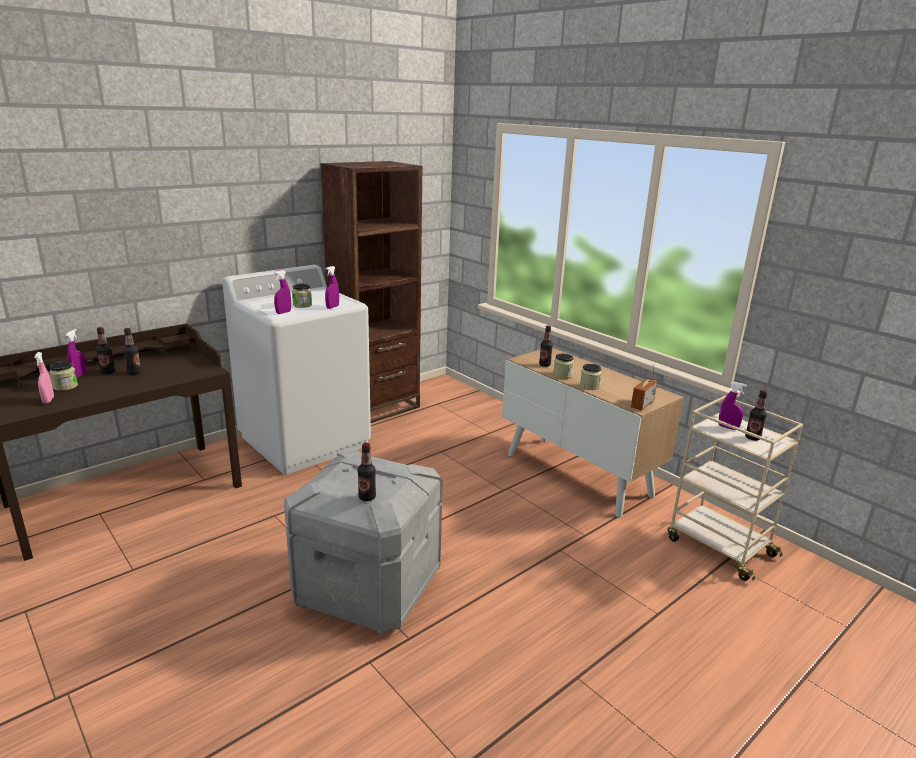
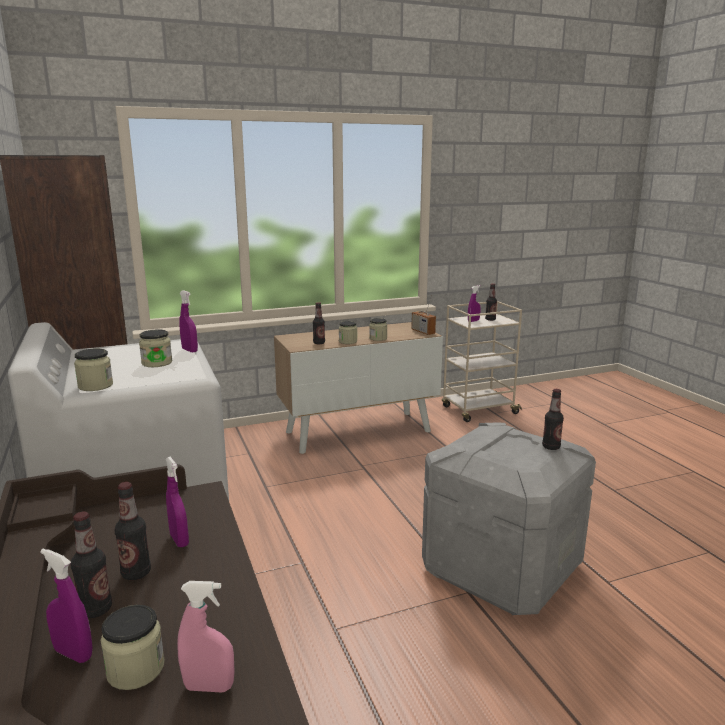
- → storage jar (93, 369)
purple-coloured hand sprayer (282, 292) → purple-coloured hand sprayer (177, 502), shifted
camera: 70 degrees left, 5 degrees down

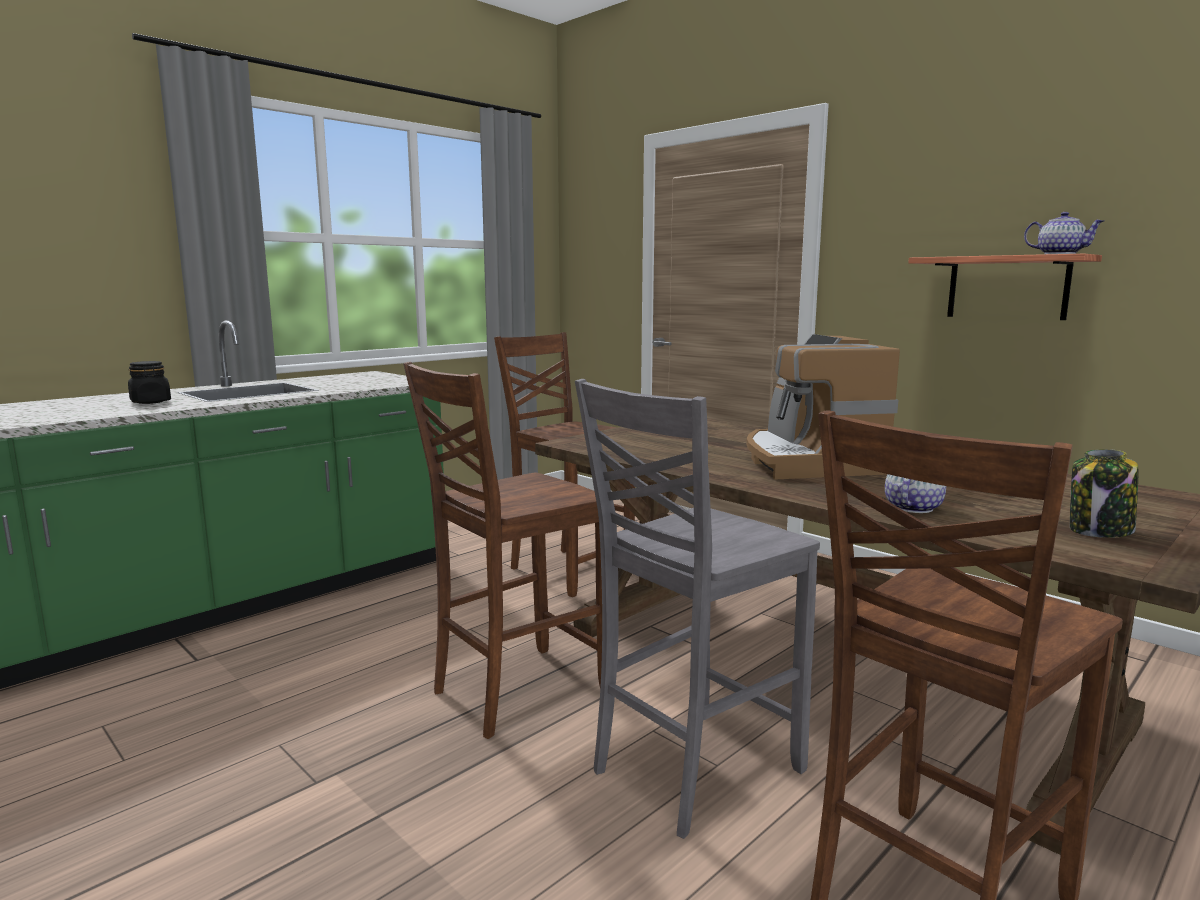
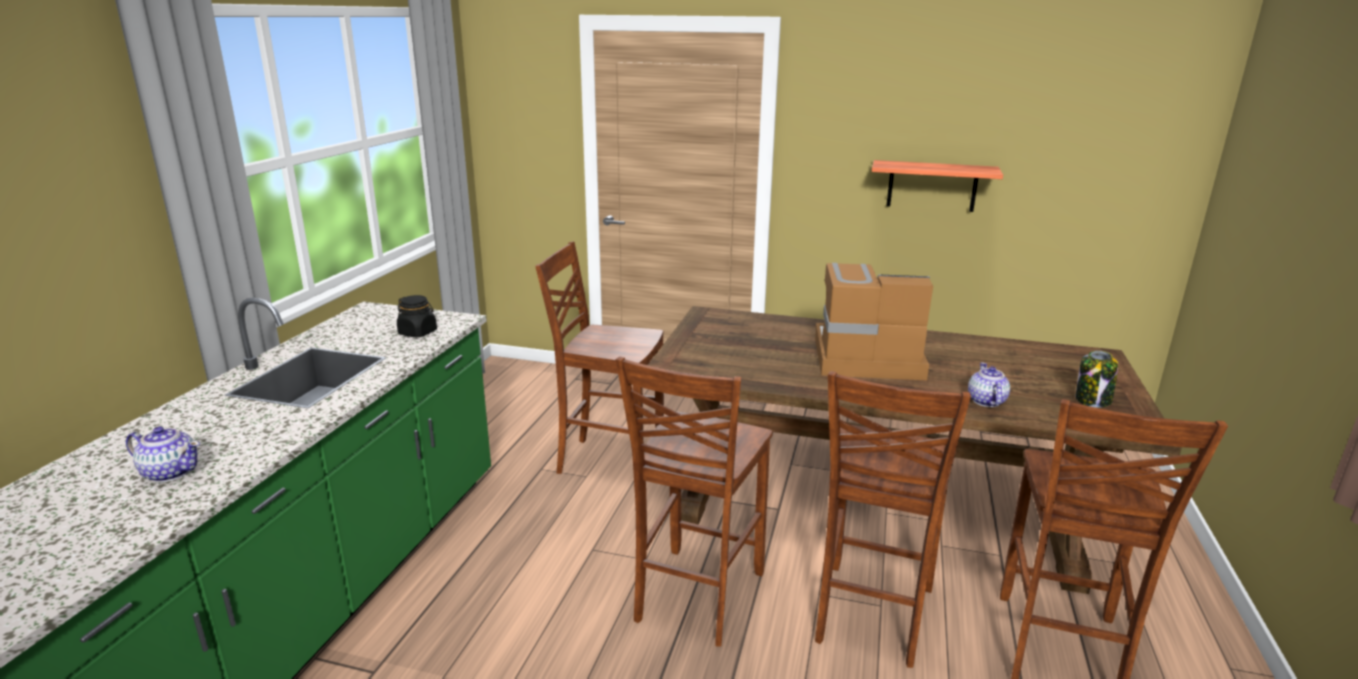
black storage jar (149, 382) → black storage jar (417, 316), shifted
tea pot (1064, 233) → tea pot (163, 454), shifted
grey chair (697, 609) → brownish chair (893, 519)
coffee machine (823, 407) → coffee machine (874, 321), 135 degrees clockwise
camera: 30 degrees left, 10 degrees up

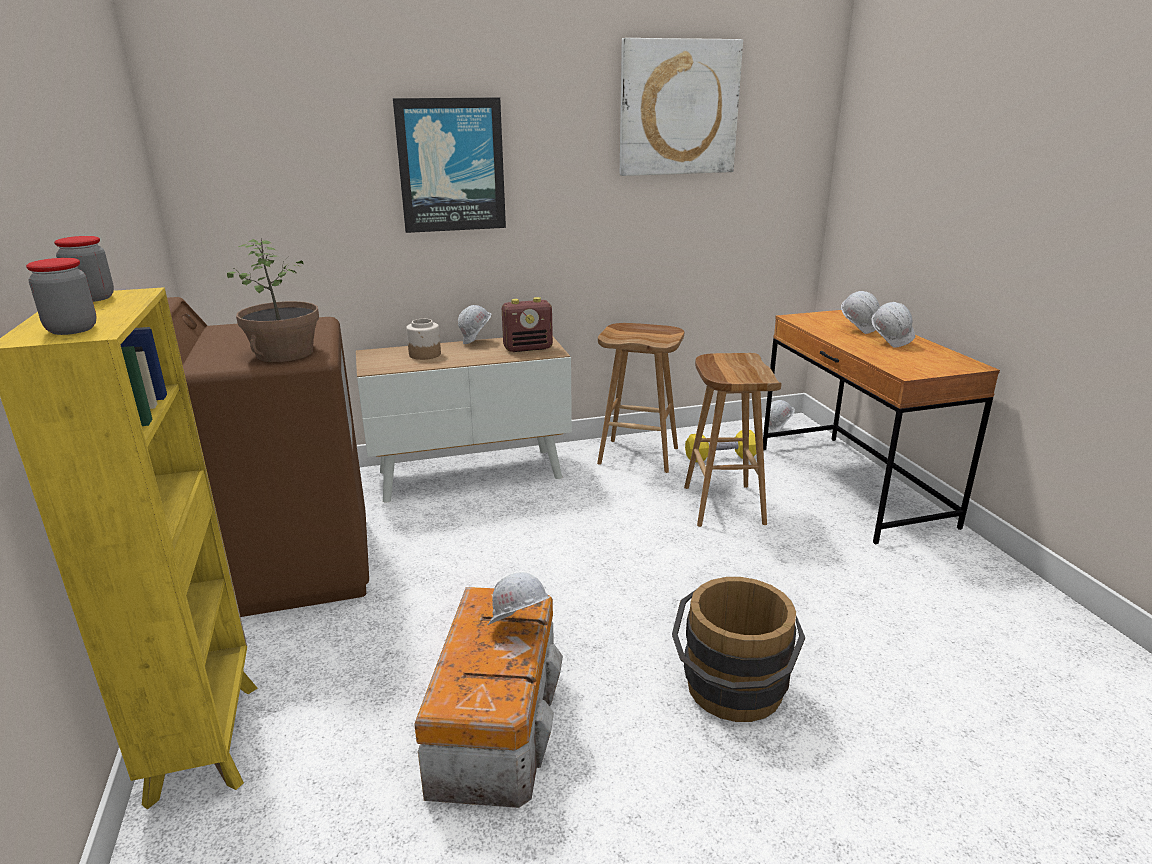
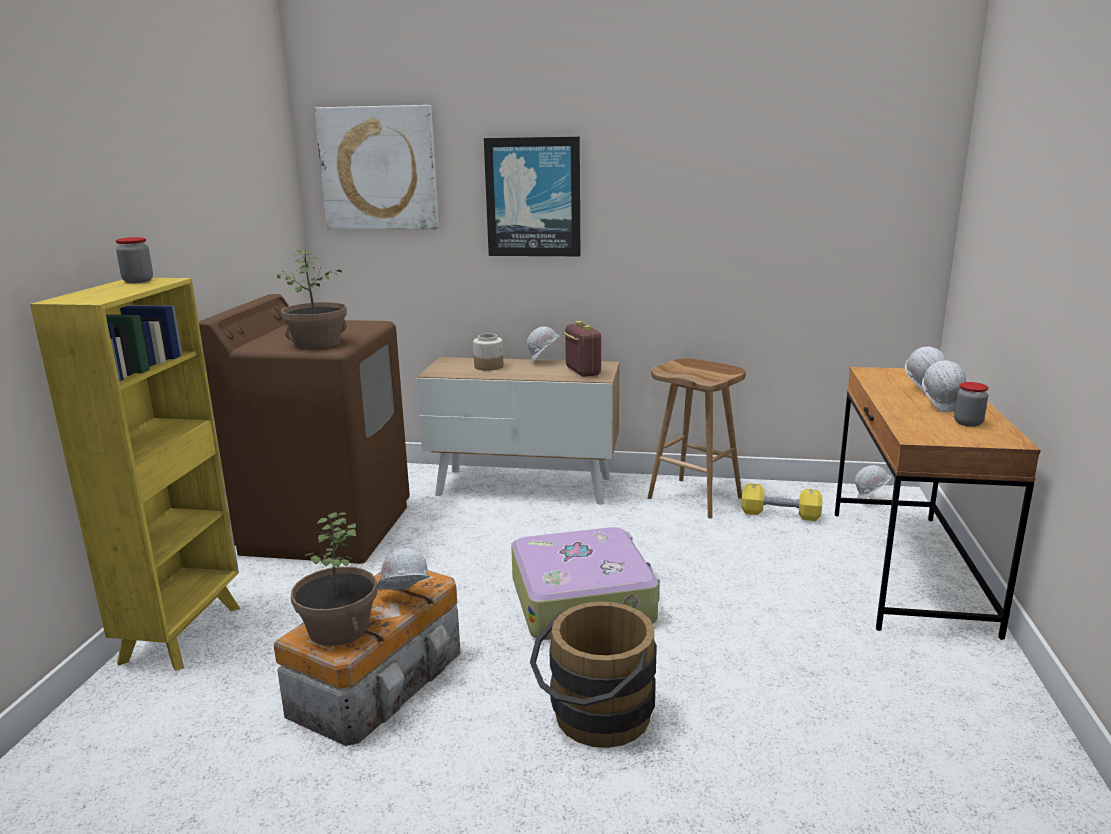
brownish sitting stool (733, 440) → -
- → plant in a pot (334, 579)
- → suitcase (585, 583)
storage jar (61, 296) → storage jar (971, 404), shifted
wall art (681, 107) → wall art (376, 167), shifted
radio (527, 324) → radio (582, 349), 120 degrees counterclockwise
camera: 25 degrees right, 5 degrees down

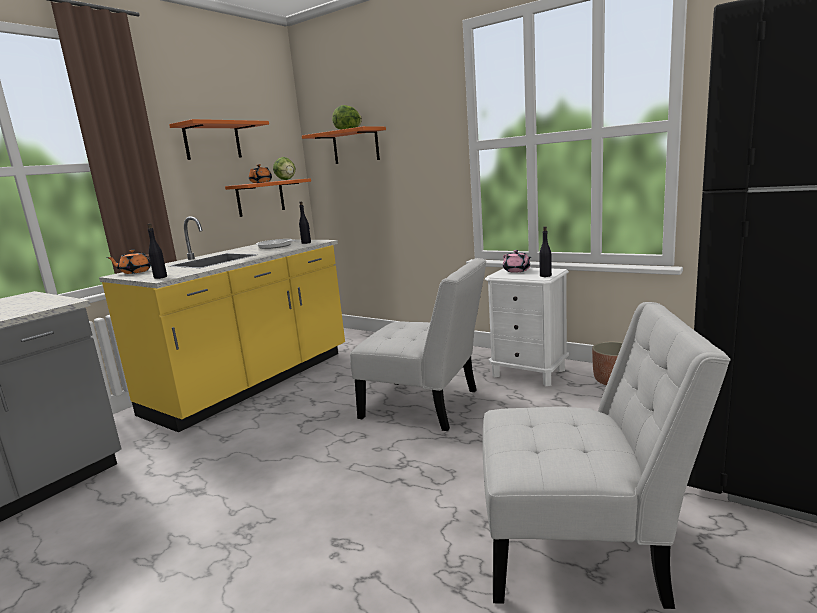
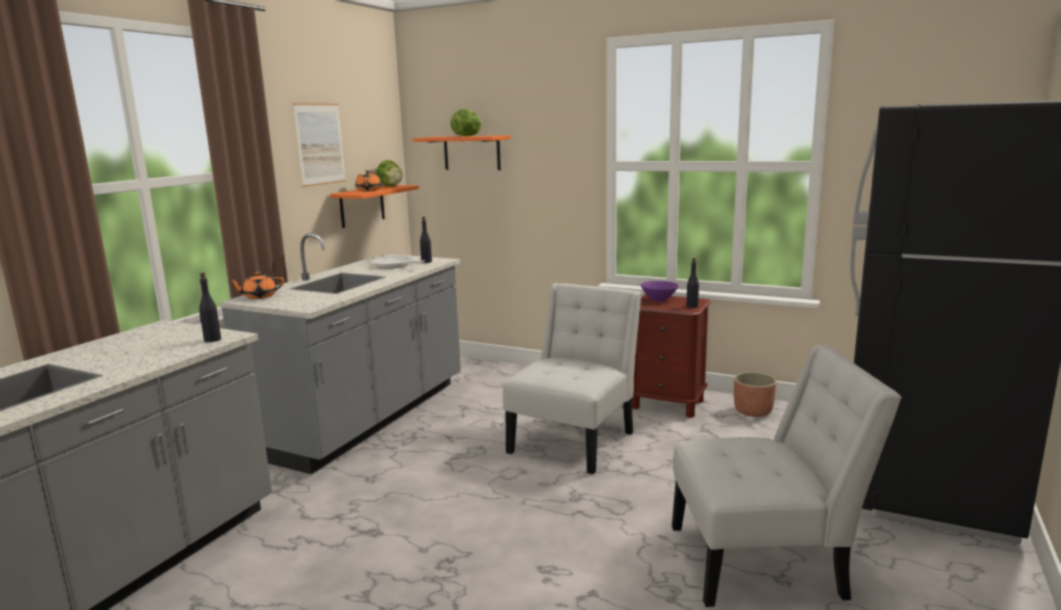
black bottle (157, 251) → black bottle (210, 307), shifted
orangey bracket shelf (219, 139) → wall art (319, 145)
pinkish tea pot (517, 261) → purple-coloured bowl (660, 291)
yellow counter (222, 325) → grey counter (340, 353)
whitish bedside table (527, 327) → brownish bedside table (671, 356)
whitish chair (418, 344) → whitish chair (572, 378), 75 degrees counterclockwise
camera: 10 degrees left, 0 degrees up

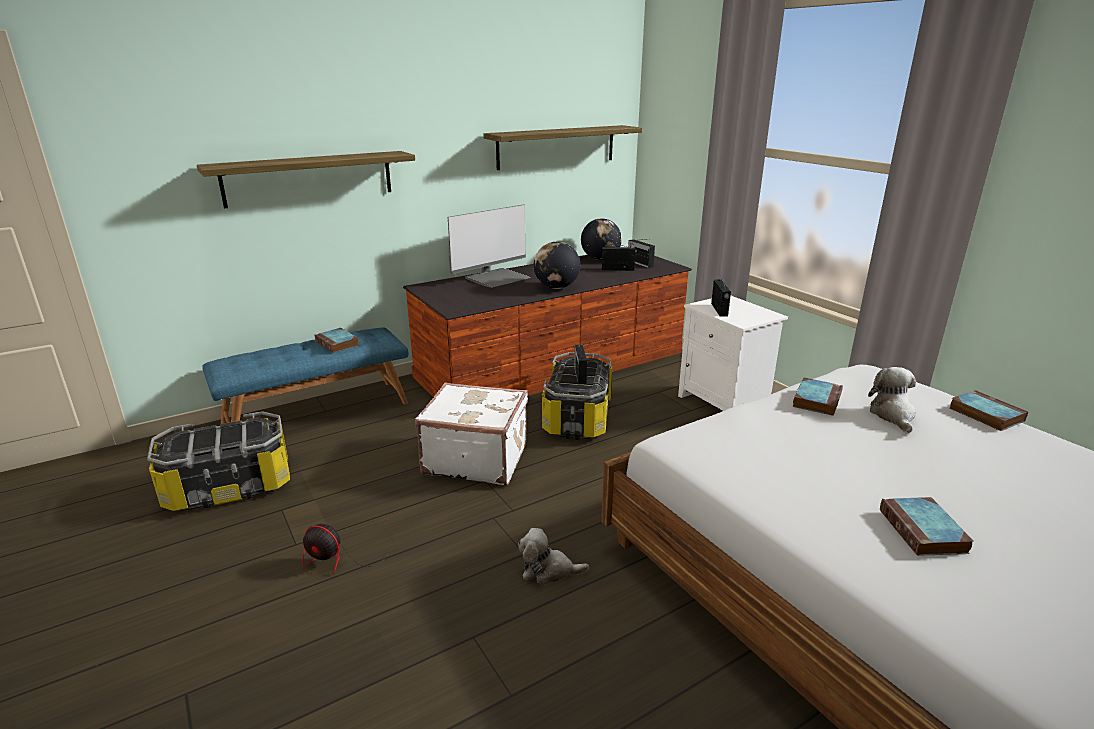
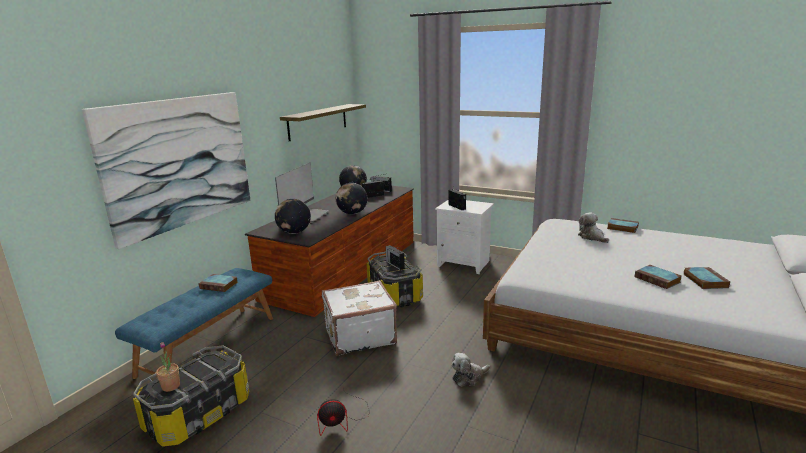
- → plant in a pot (168, 367)
- → world globe (293, 216)
book (818, 396) → book (706, 278), shifted
bracket shelf (306, 179) → wall art (166, 170)
camera: 30 degrees left, 5 degrees down

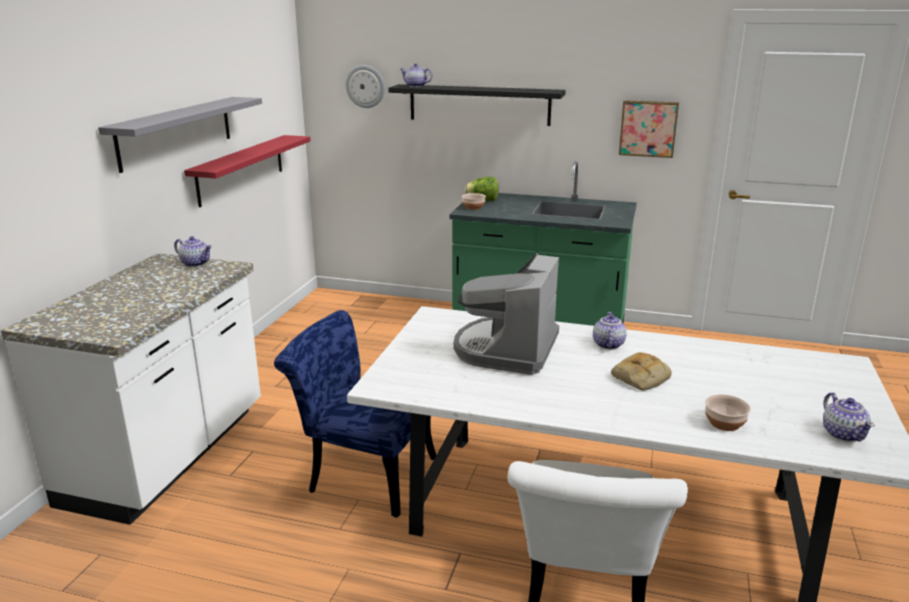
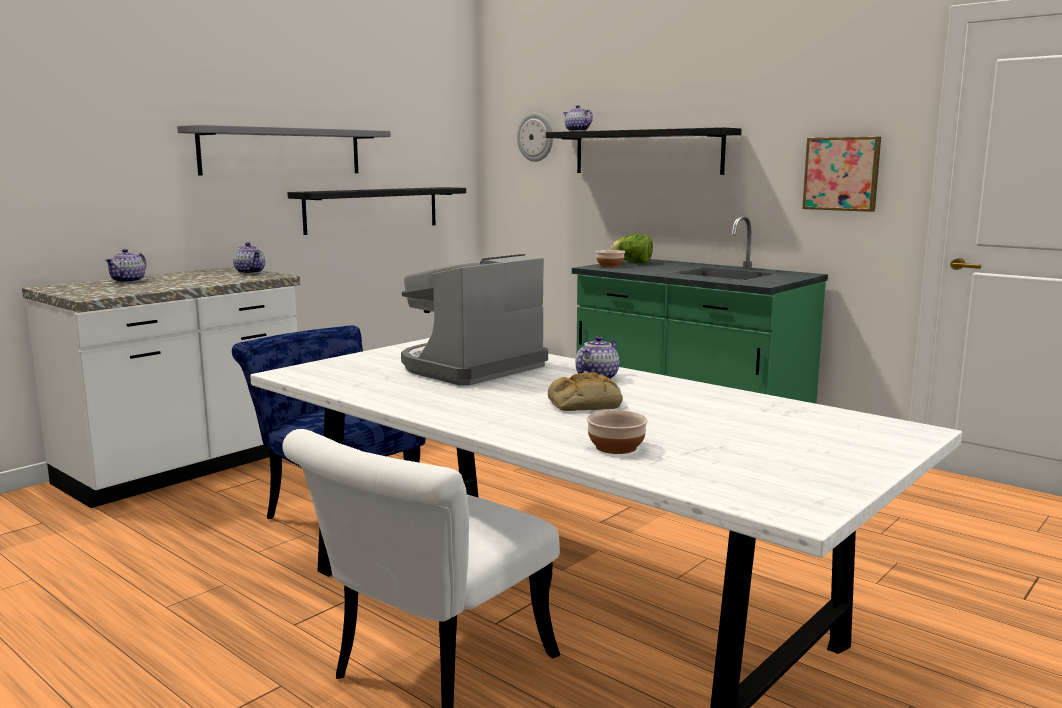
tea pot (849, 417) → tea pot (125, 266), shifted
red bracket shelf (247, 171) → black bracket shelf (377, 211)
camera: 25 degrees right, 10 degrees down

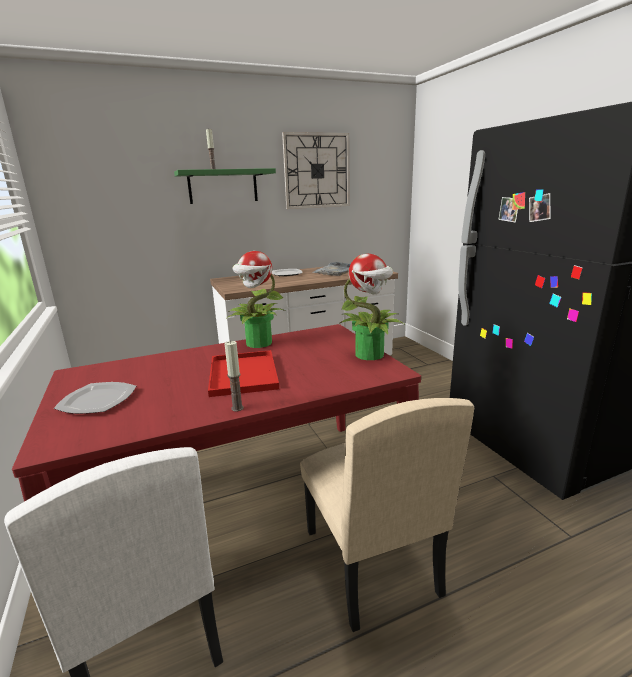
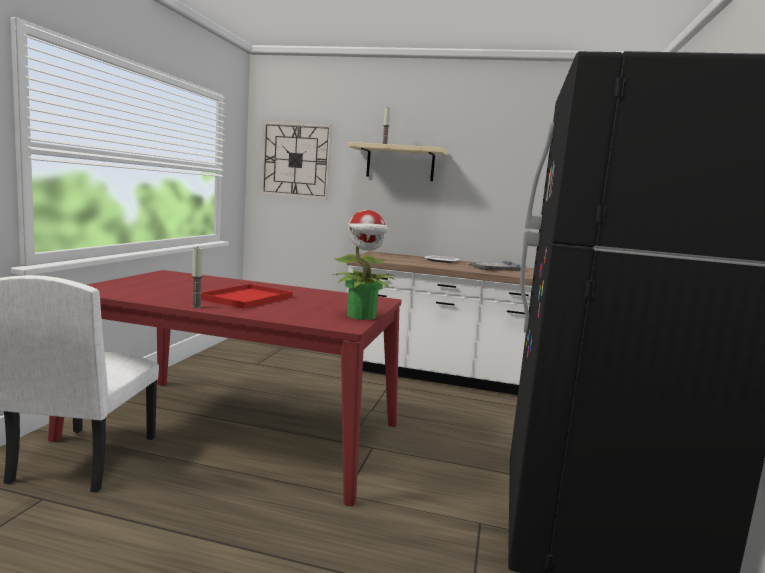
plate (95, 398) → -
plant in a pot (255, 299) → -
beige chair (387, 515) → -
clock on the wall (316, 170) → clock on the wall (296, 160), shifted
green-coloured bracket shelf (225, 186) → beige bracket shelf (397, 161)
camera: 35 degrees right, 10 degrees down

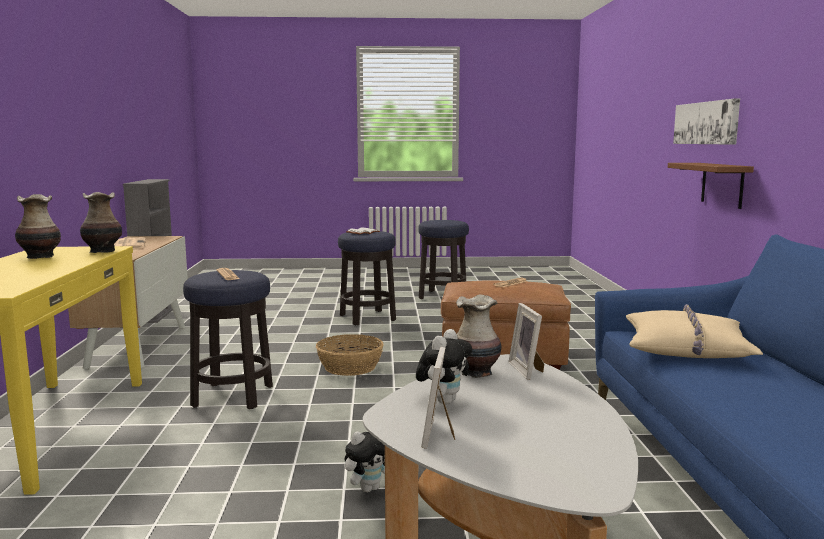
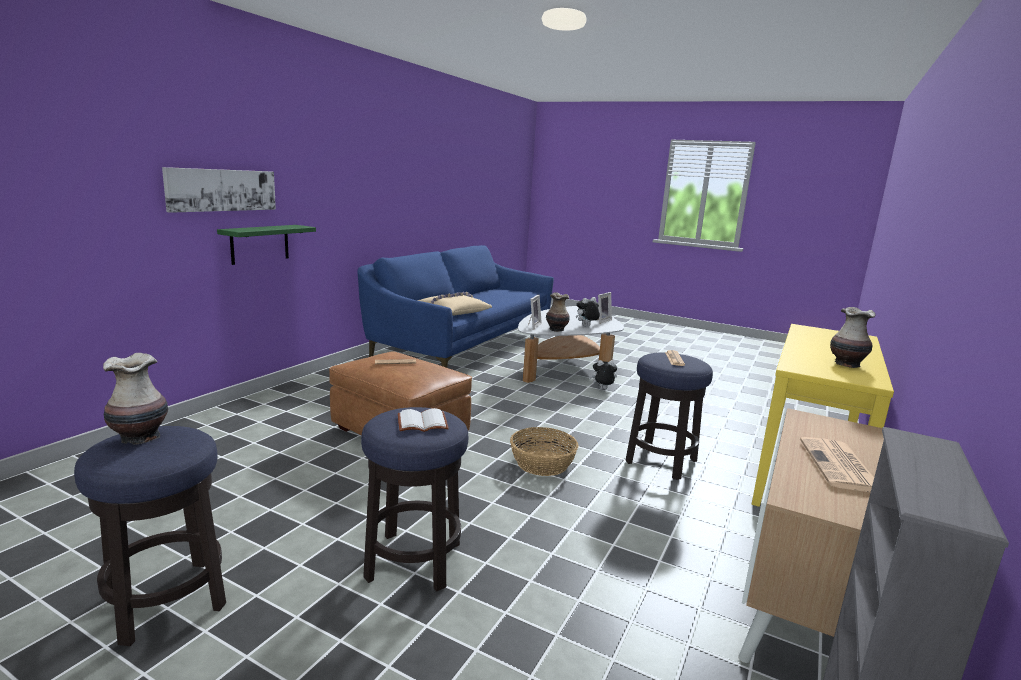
vase (101, 222) → vase (135, 398), shifted
brownish bracket shelf (711, 186) → green-coloured bracket shelf (266, 245)
camera: 150 degrees left, 5 degrees up

